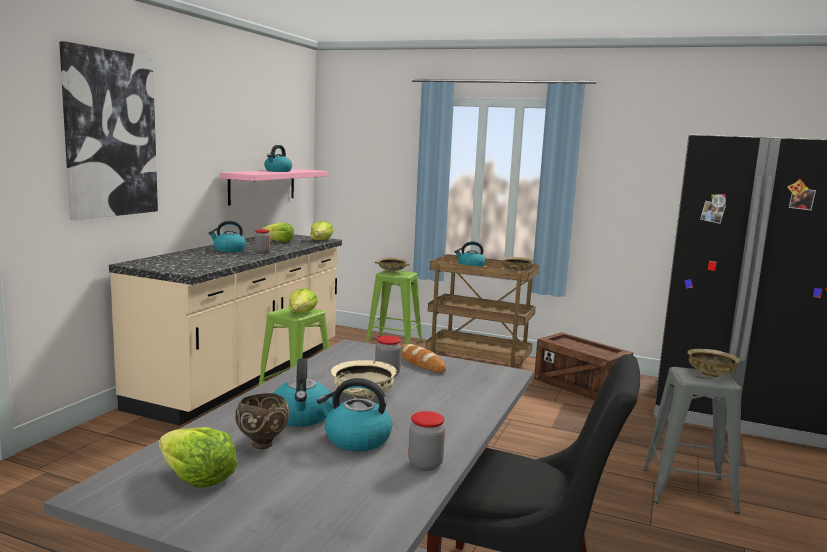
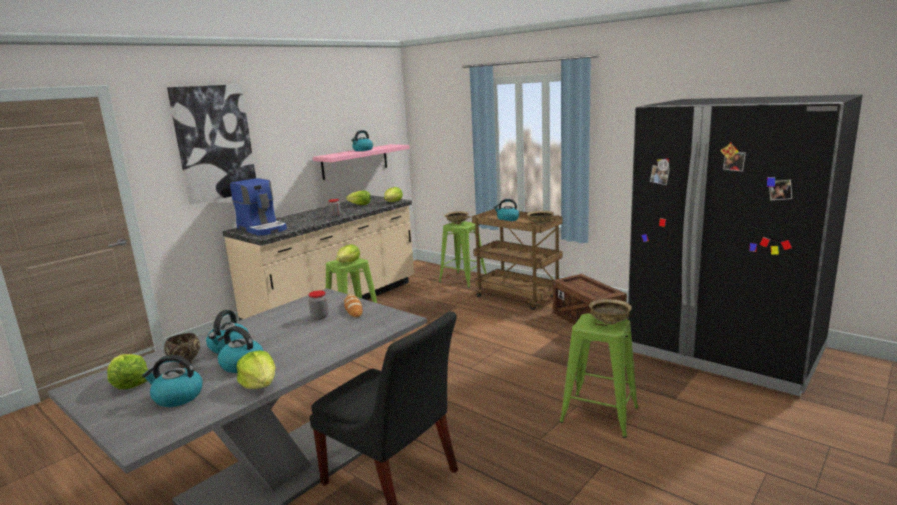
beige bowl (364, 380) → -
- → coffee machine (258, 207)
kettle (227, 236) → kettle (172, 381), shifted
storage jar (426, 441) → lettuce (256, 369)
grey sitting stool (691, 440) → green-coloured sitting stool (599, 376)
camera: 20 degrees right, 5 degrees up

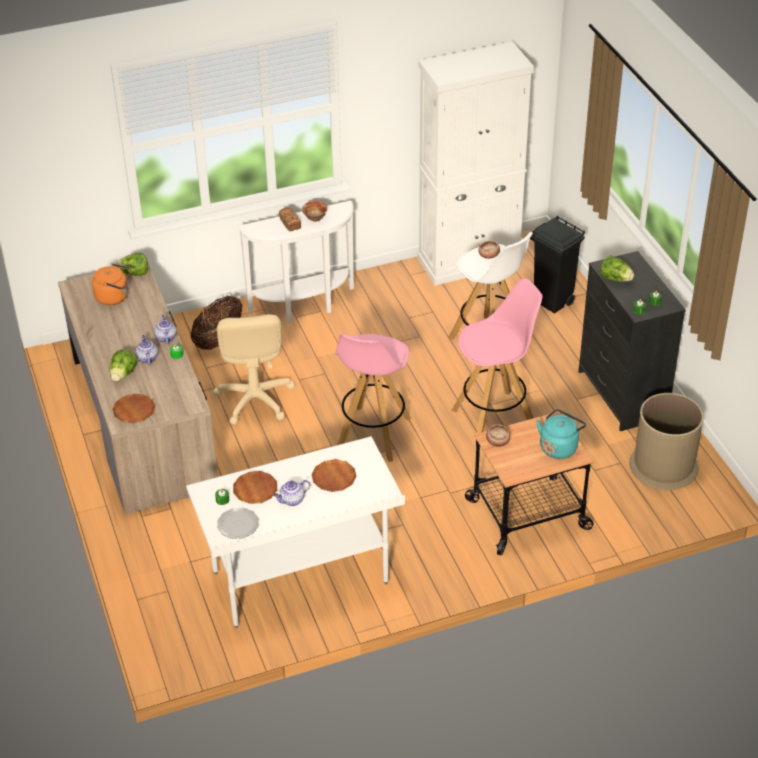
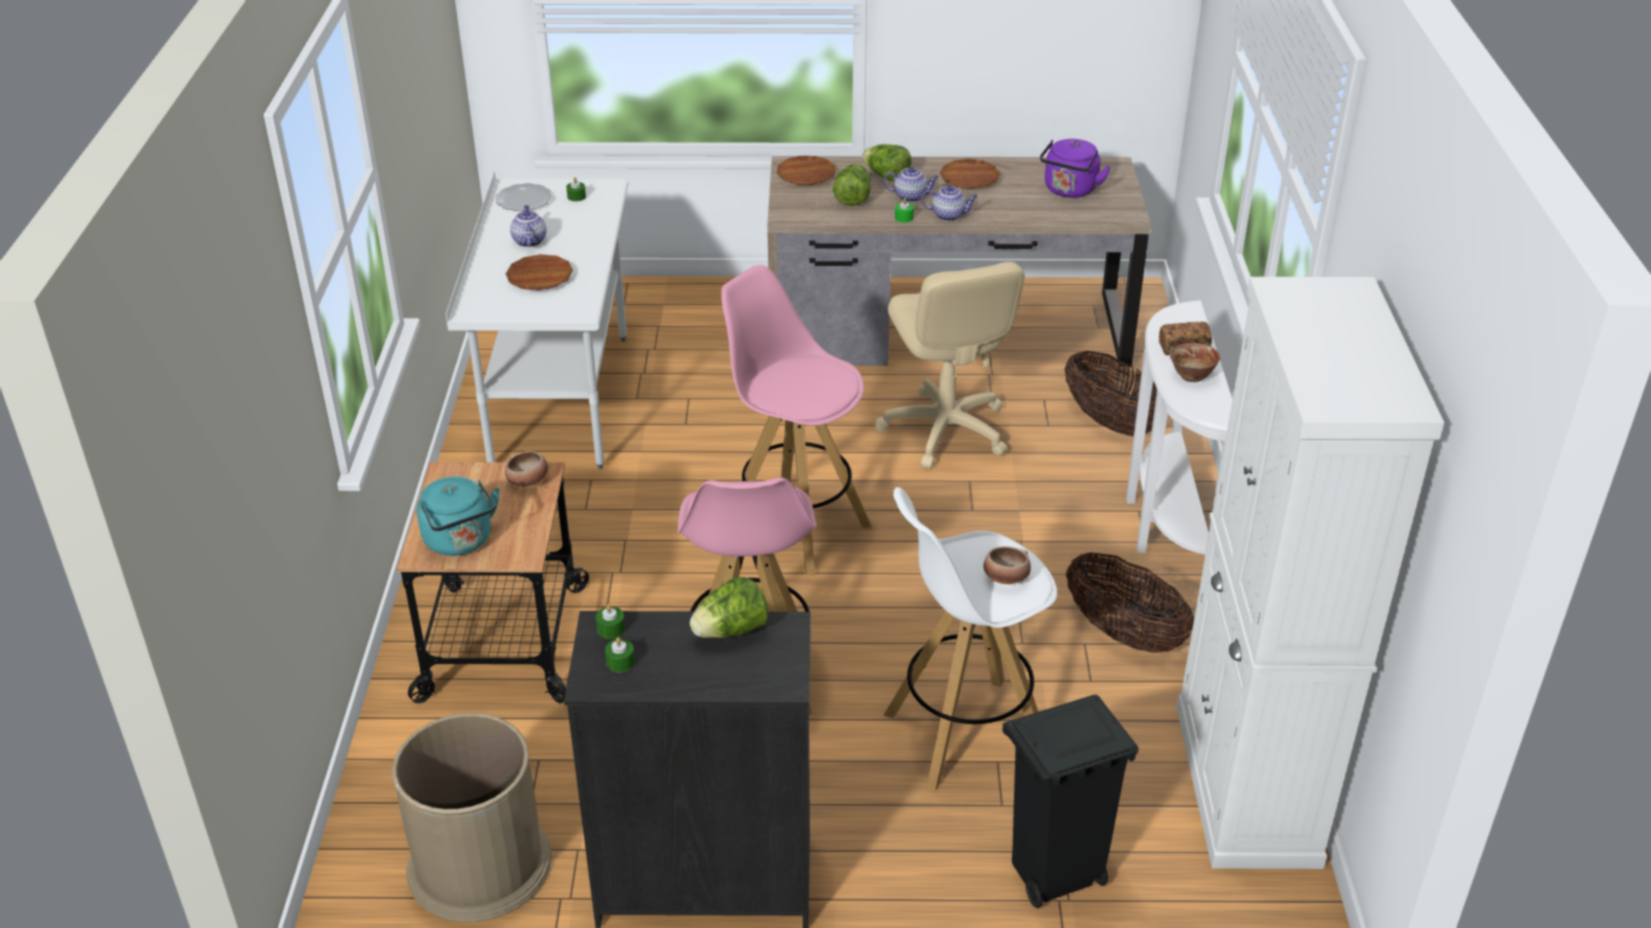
- → storage basket (1130, 602)
lettuce (132, 264) → lettuce (852, 185), shifted
brownish plate (255, 487) → brownish plate (970, 174), shifted
orangey kettle (111, 284) → purple-coloured kettle (1075, 168)
beige desk chair (254, 369) → beige desk chair (950, 365), 120 degrees counterclockwise
camera: 110 degrees right, 5 degrees down

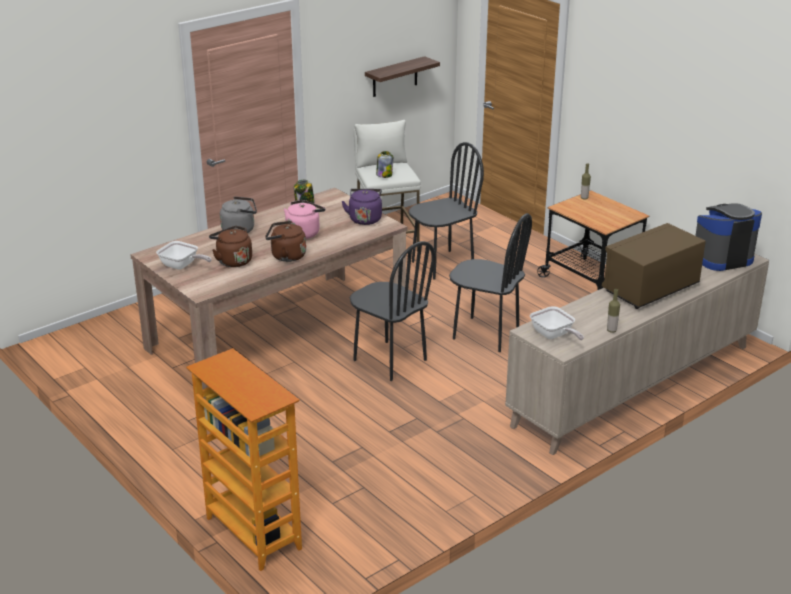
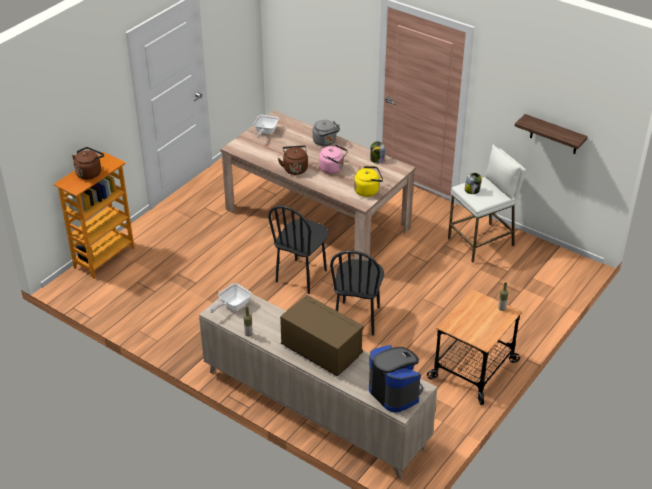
black chair (446, 211) → -
brownish kettle (230, 246) → brownish kettle (88, 163), shifted
purple-coloured kettle (361, 207) → yellow kettle (368, 181)
camera: 75 degrees right, 10 degrees up

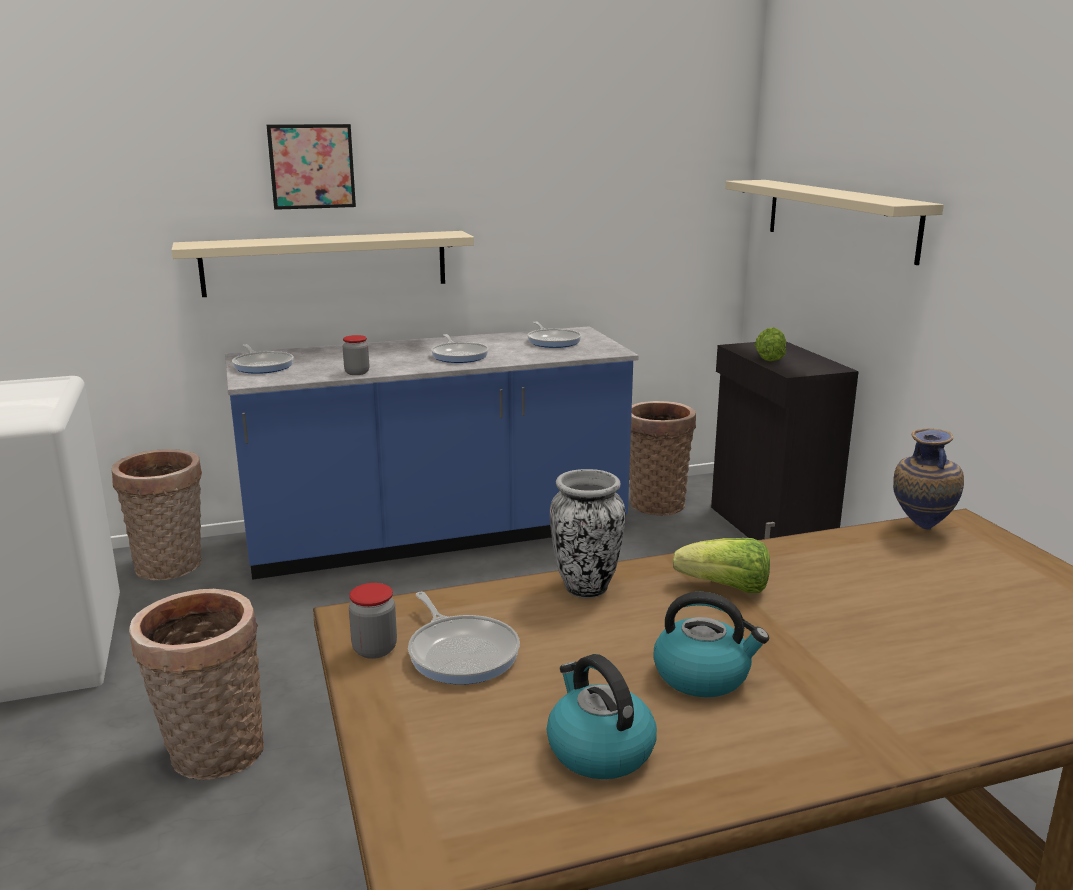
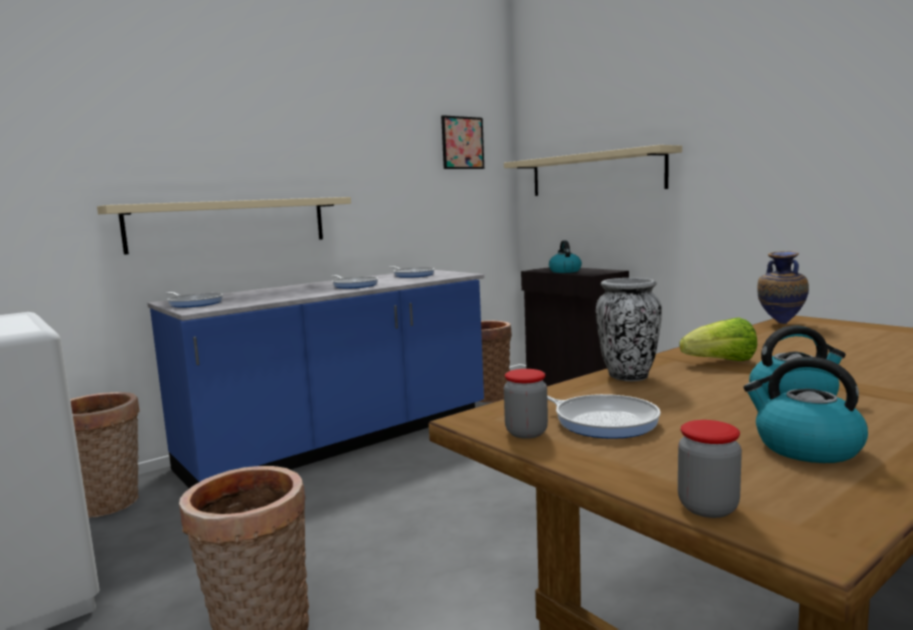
wall art (311, 167) → wall art (462, 142), shifted
storage jar (356, 355) → storage jar (710, 469), shifted
lettuce (770, 344) → kettle (565, 256)
camera: 20 degrees left, 10 degrees down

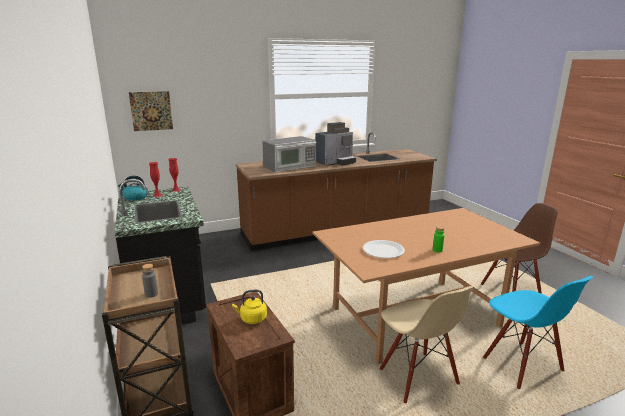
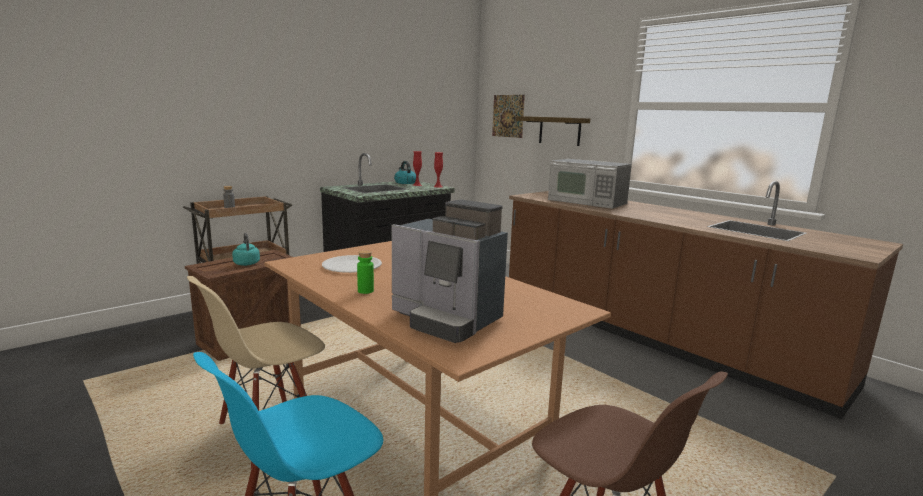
- → bracket shelf (552, 131)
coffee machine (335, 144) → coffee machine (450, 271), shifted
yellow kettle (249, 307) → blue-green kettle (246, 249)
camera: 70 degrees right, 5 degrees down

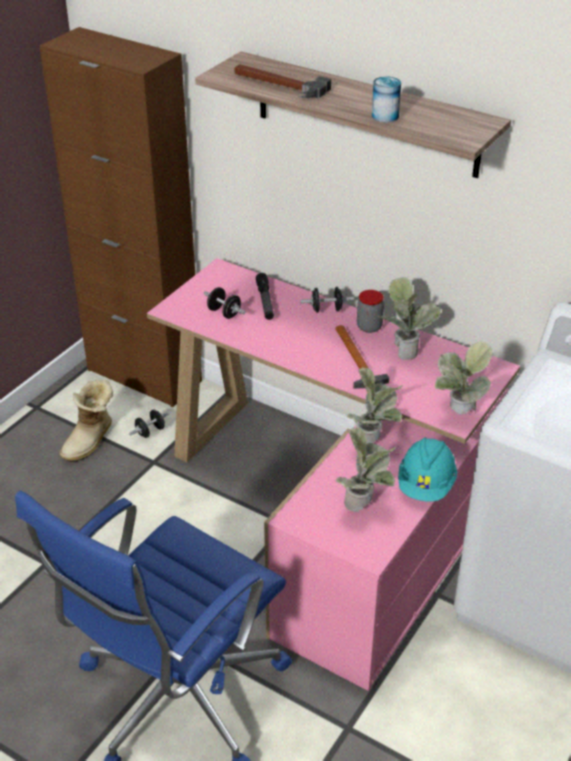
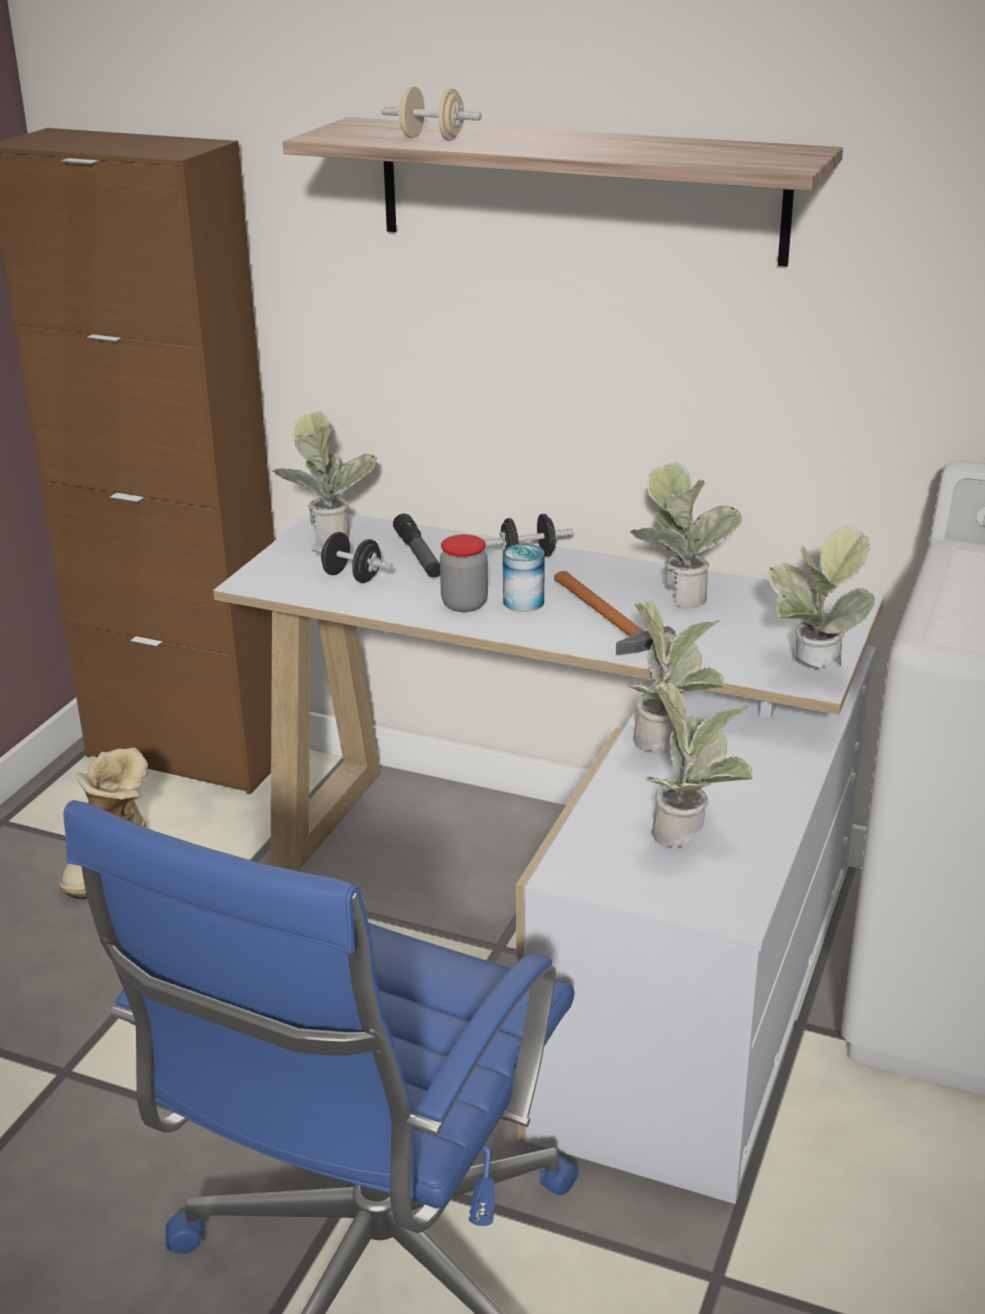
black hand weight (149, 424) → -
blue-green hard hat (427, 469) → -
- → plant in a pot (325, 478)
storage jar (370, 311) → storage jar (464, 573), shifted
sealed can (386, 99) → sealed can (523, 578), shifted
tool hammer (282, 81) → beige hand weight (431, 113)
pinkish desk unit (333, 474) → whitish desk unit (548, 858)
camera: 10 degrees left, 10 degrees down

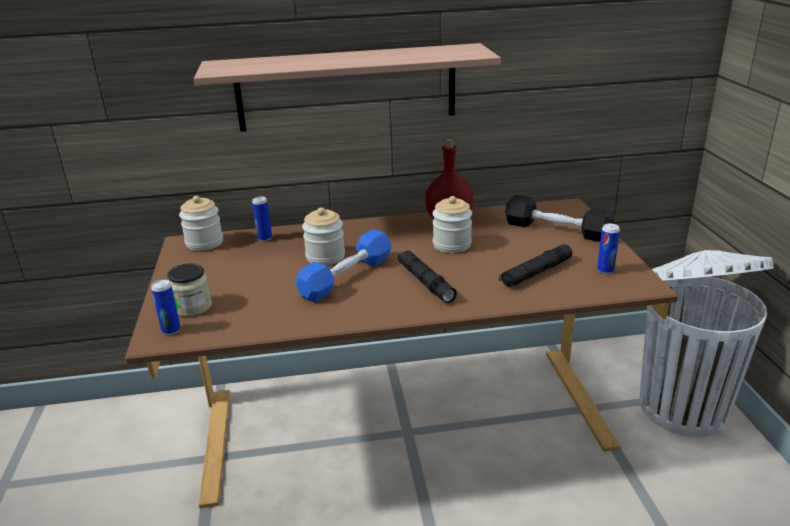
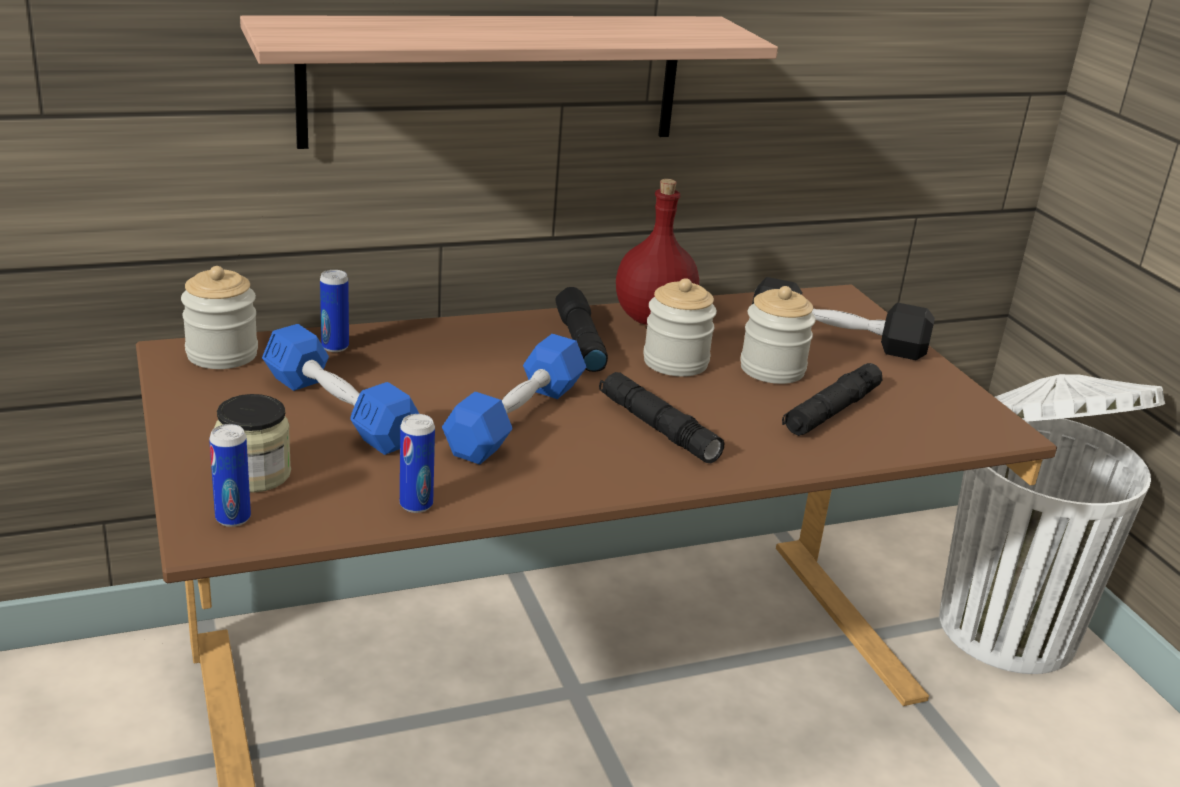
- → blue hand weight (340, 389)
- → black torch (582, 329)
storage jar (323, 236) → storage jar (778, 335), shifted
sealed can (608, 248) → sealed can (417, 463), shifted
camera: 15 degrees left, 0 degrees up

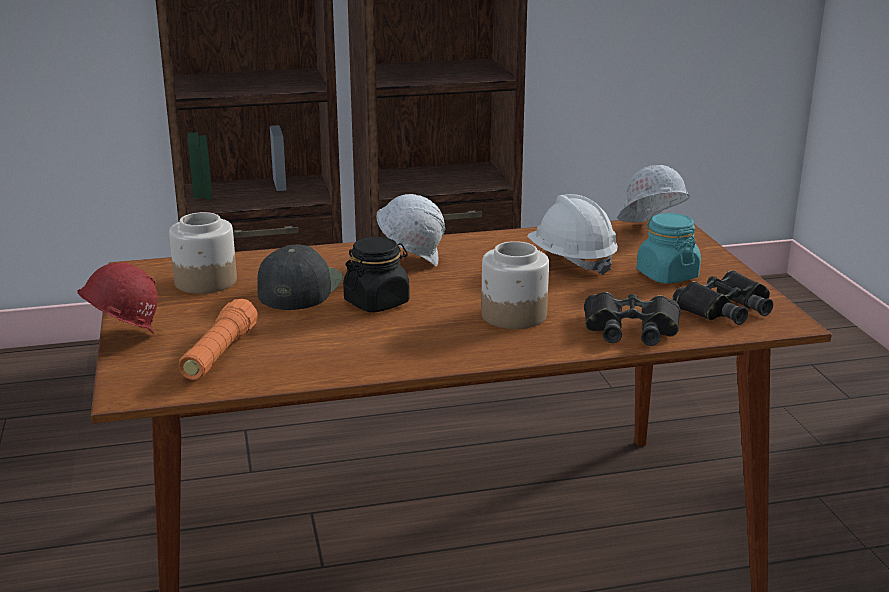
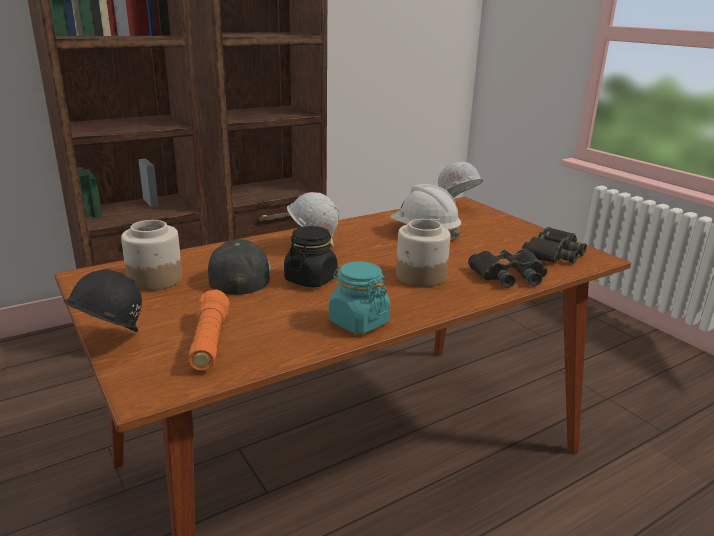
blue-green storage jar (669, 248) → blue-green storage jar (359, 297), shifted
red hard hat (117, 298) → black hard hat (102, 301)
camera: 20 degrees left, 0 degrees up

